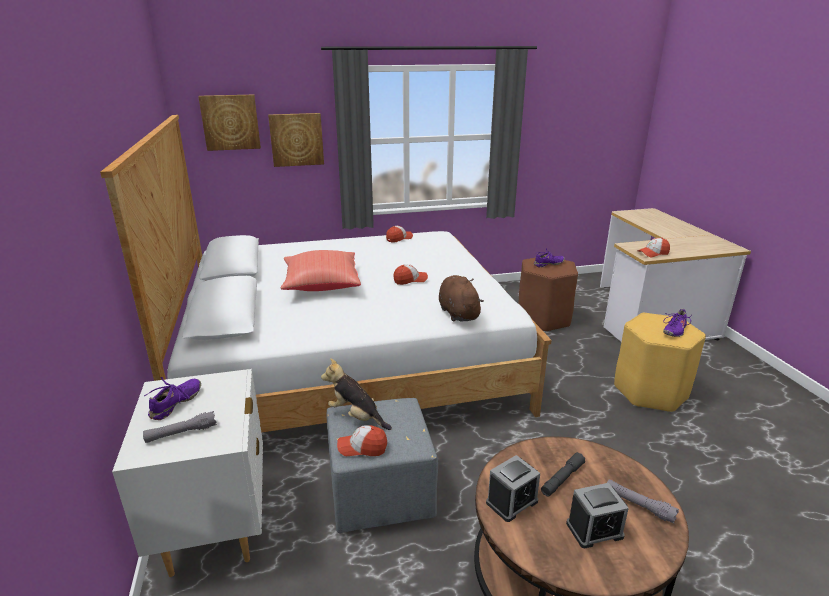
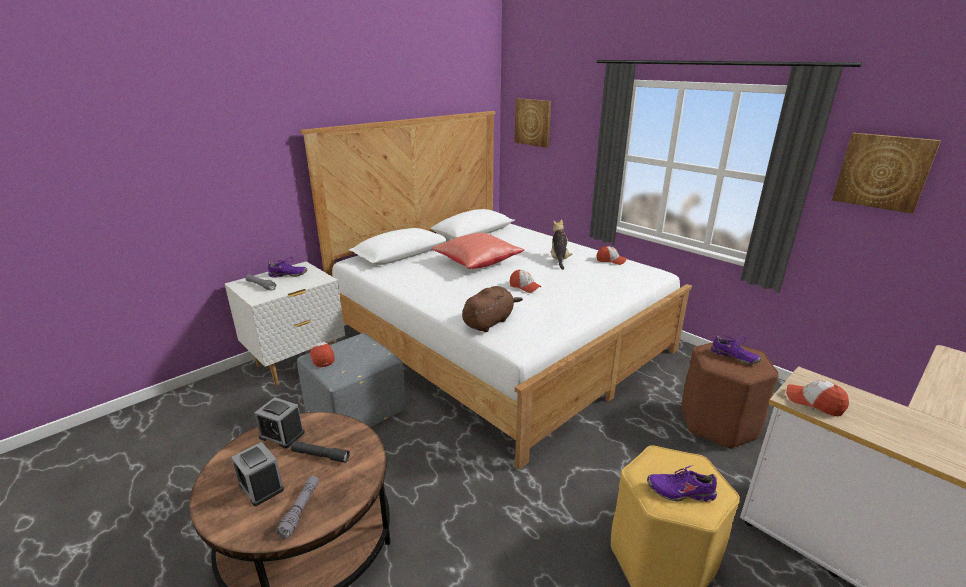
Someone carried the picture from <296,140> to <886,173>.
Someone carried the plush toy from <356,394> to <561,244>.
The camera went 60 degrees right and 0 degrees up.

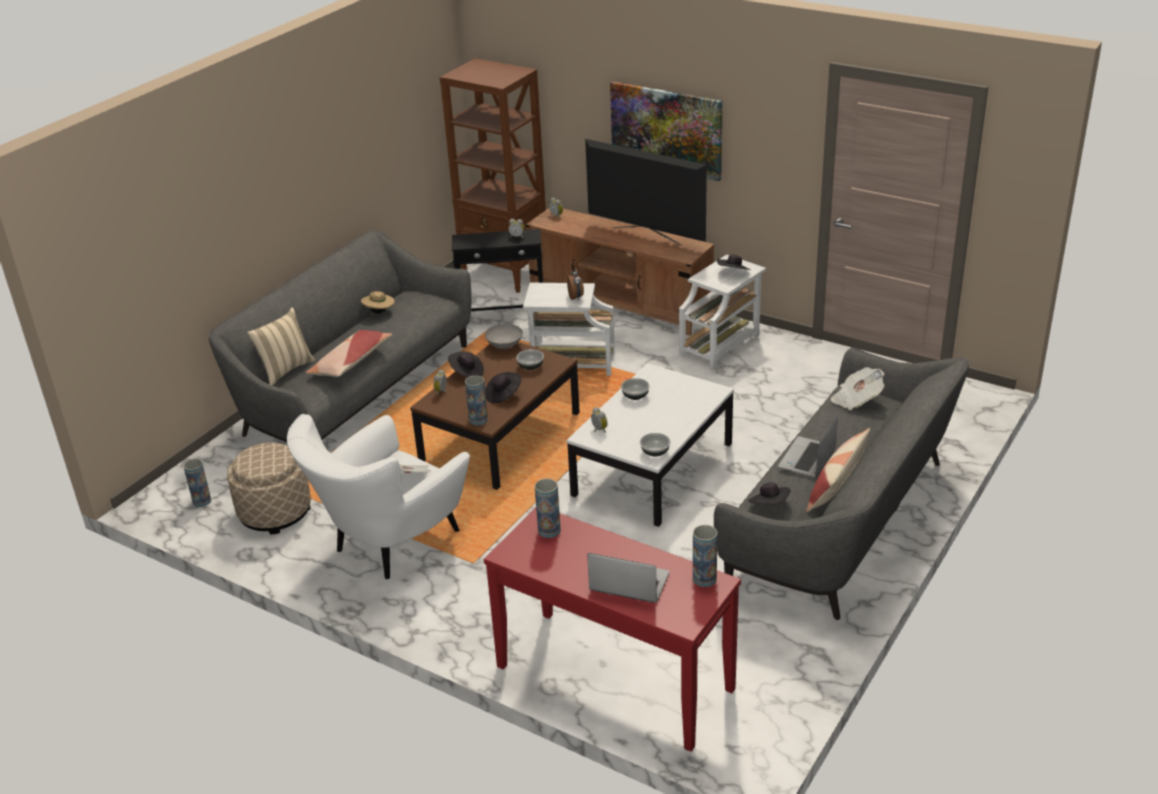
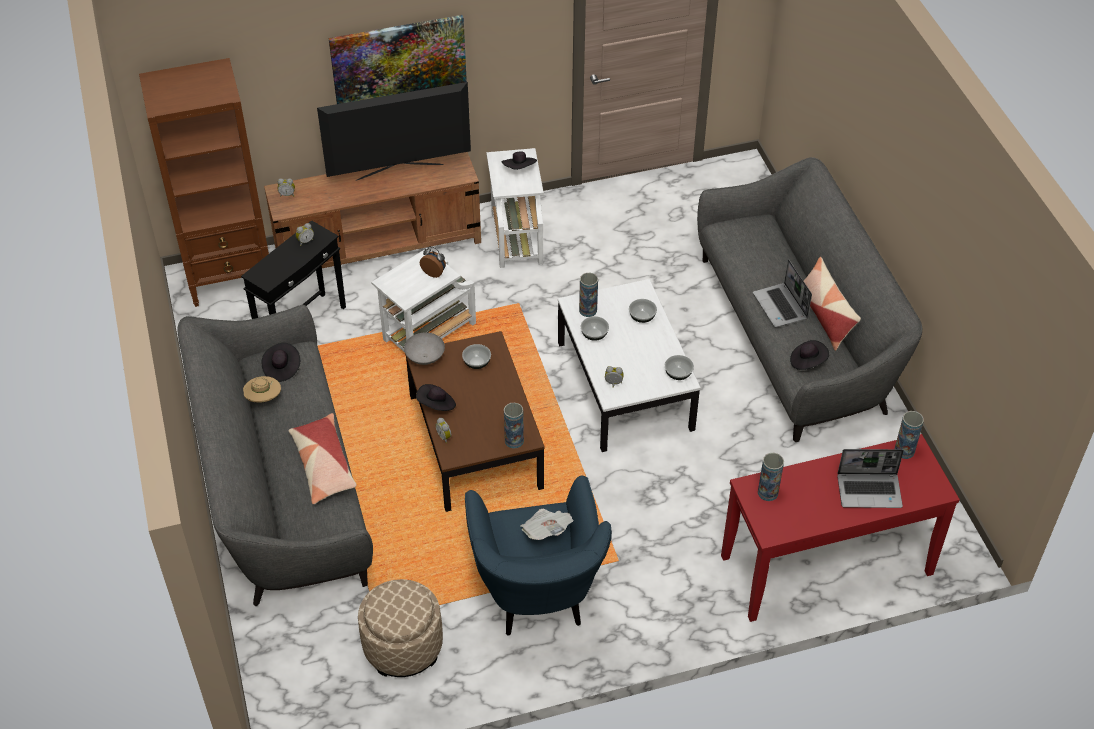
Someone took away the pillow in beige at <281,346>.
Someone took away the newspaper at <857,388>.
Someone carried the hat in black from <503,387> to <281,362>.
Someone repainted the armchair in white at <378,497>, which became the armchair in blue at <538,555>.
Someone carried the vase from <197,483> to <588,295>.
Someone rotated the laptop at <628,578> by 150 degrees counterclockwise.
Someone put down the bowl at <643,311>.
The camera went 50 degrees left and 15 degrees up.

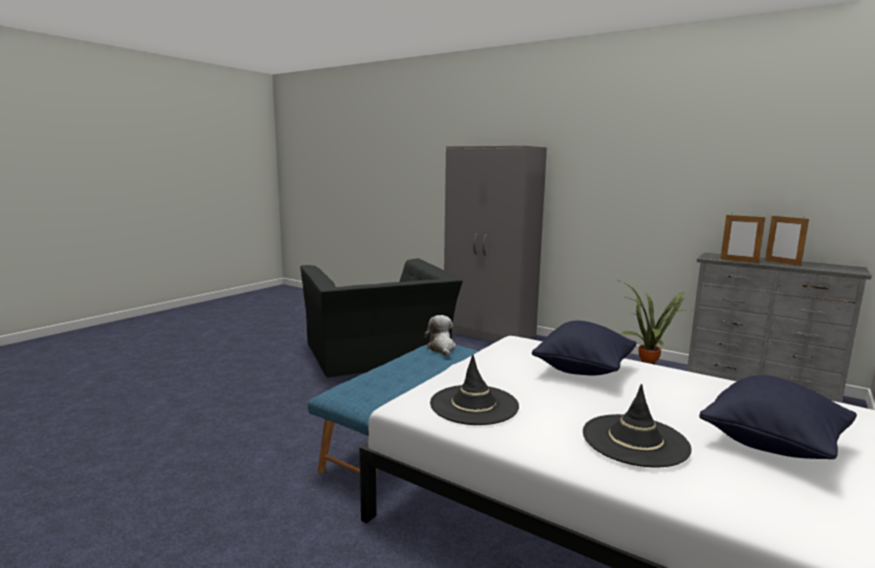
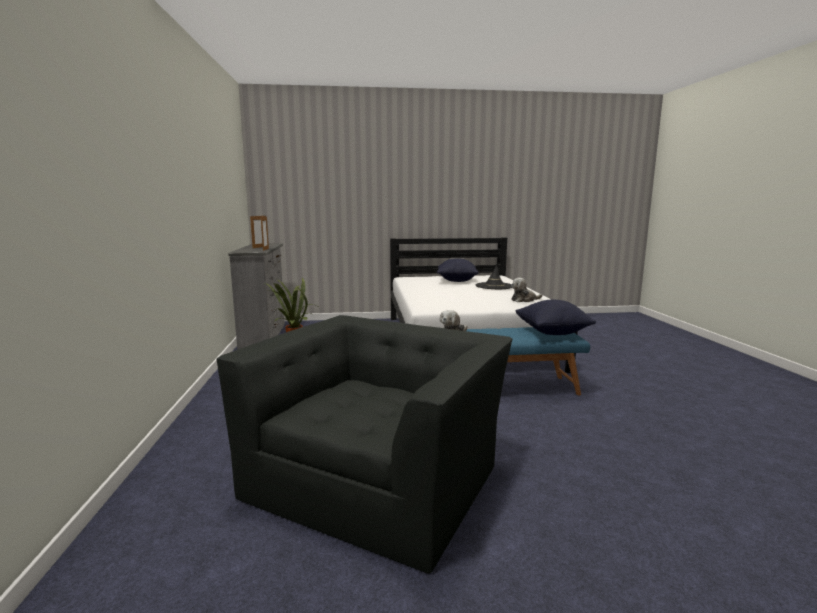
Someone took away the wardrobe in grey at <495,244>.
Someone carried the pillow in black from <584,348> to <556,317>.
Someone swapped the hat in black at <474,389> for the plush toy at <527,290>.
The camera went 130 degrees left and 0 degrees up.

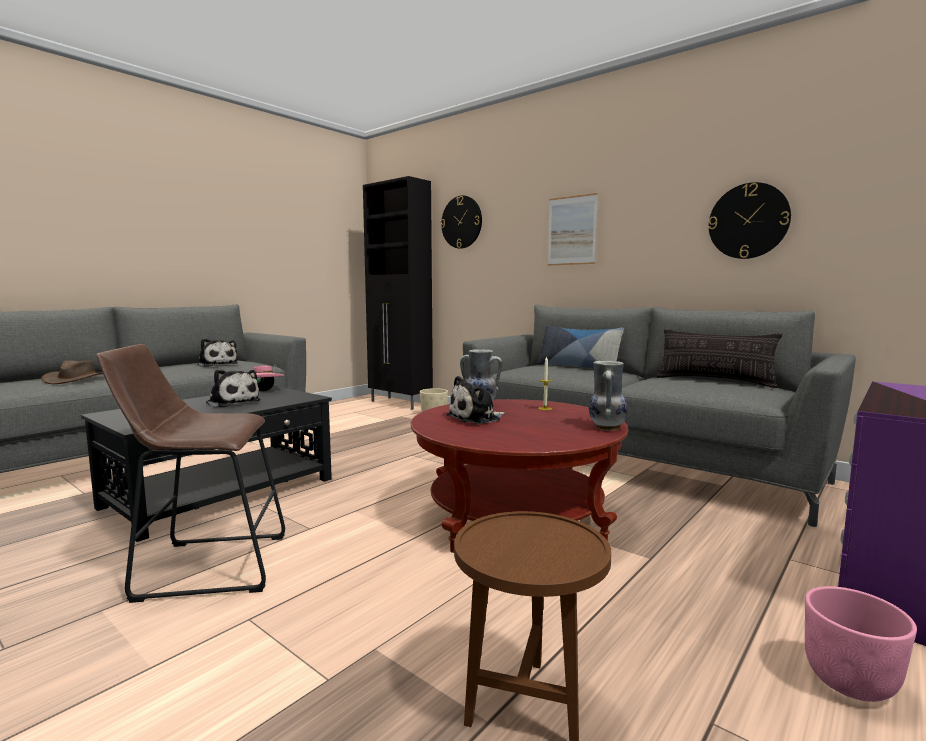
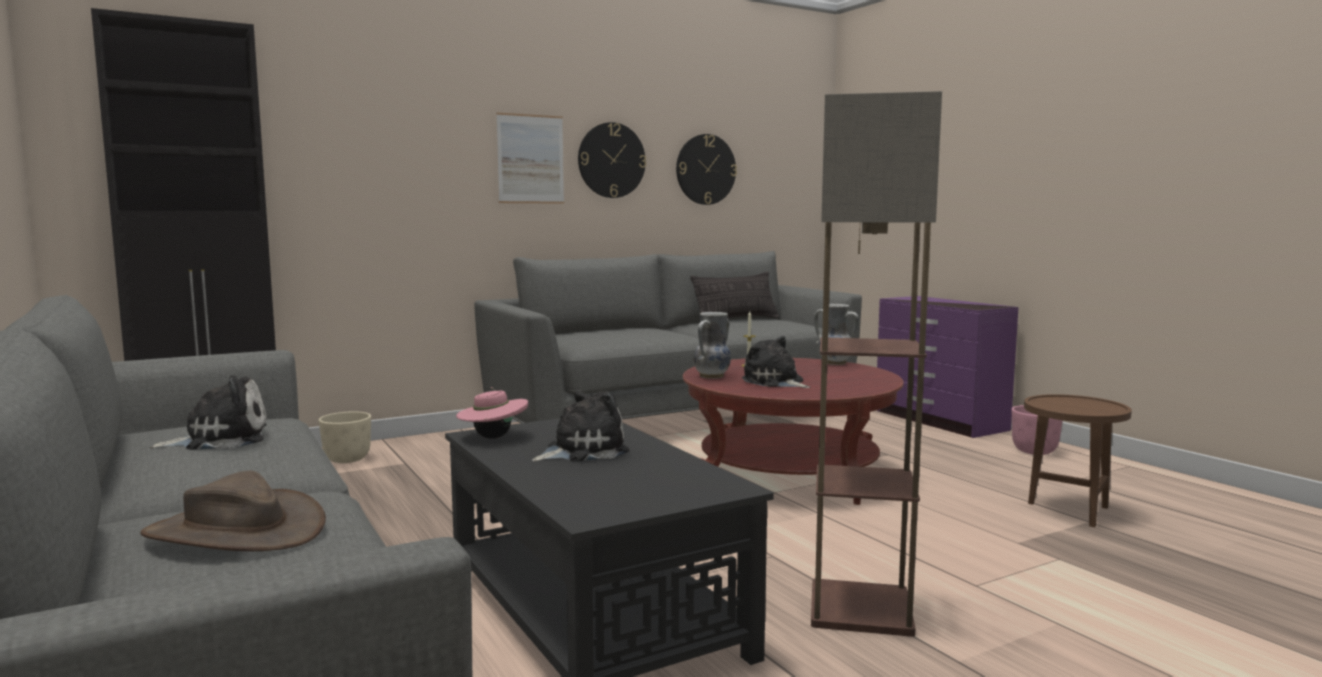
Someone carried the wall clock from <461,222> to <612,160>.
Someone took away the pillow at <580,347>.
Someone swapped the stool in brown at <190,473> for the floor lamp at <876,364>.
Someone rotated the plush toy at <475,400> by 150 degrees clockwise.
The camera went 70 degrees left and 0 degrees up.

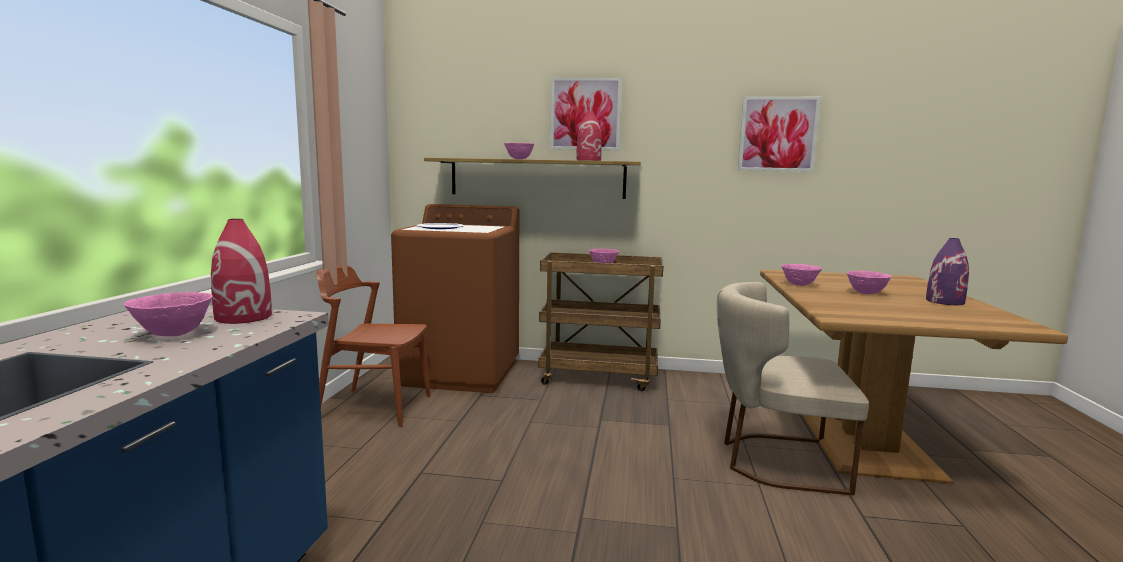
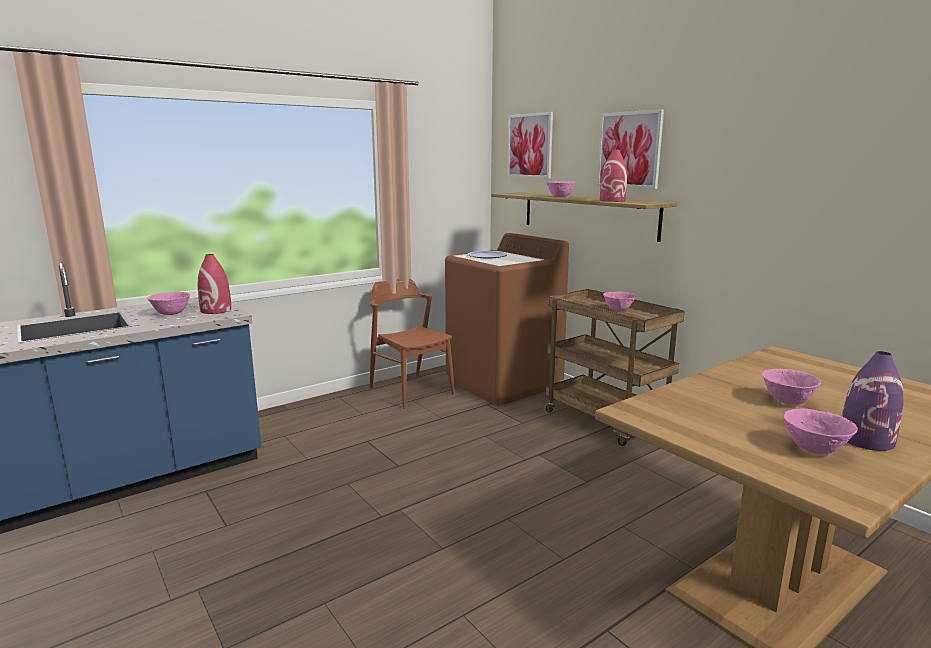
Someone carried the picture from <779,134> to <530,145>.
Someone carried the bowl in pink from <801,275> to <821,431>.
Someone took away the chair in beige at <793,388>.
The camera went 45 degrees right and 5 degrees up.

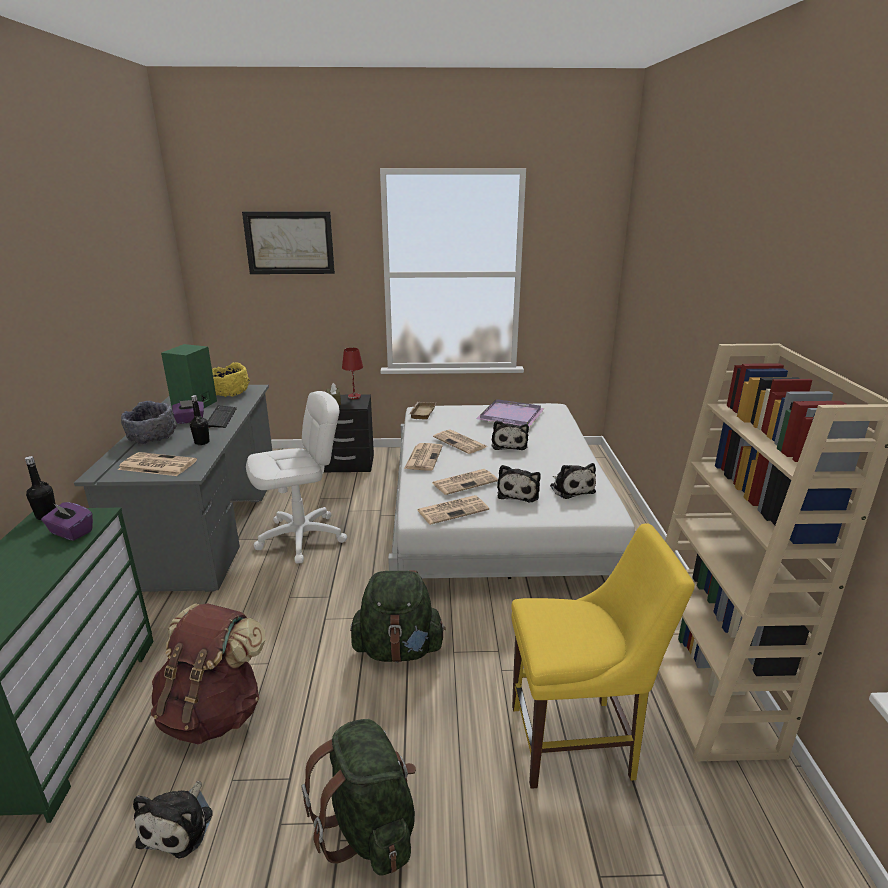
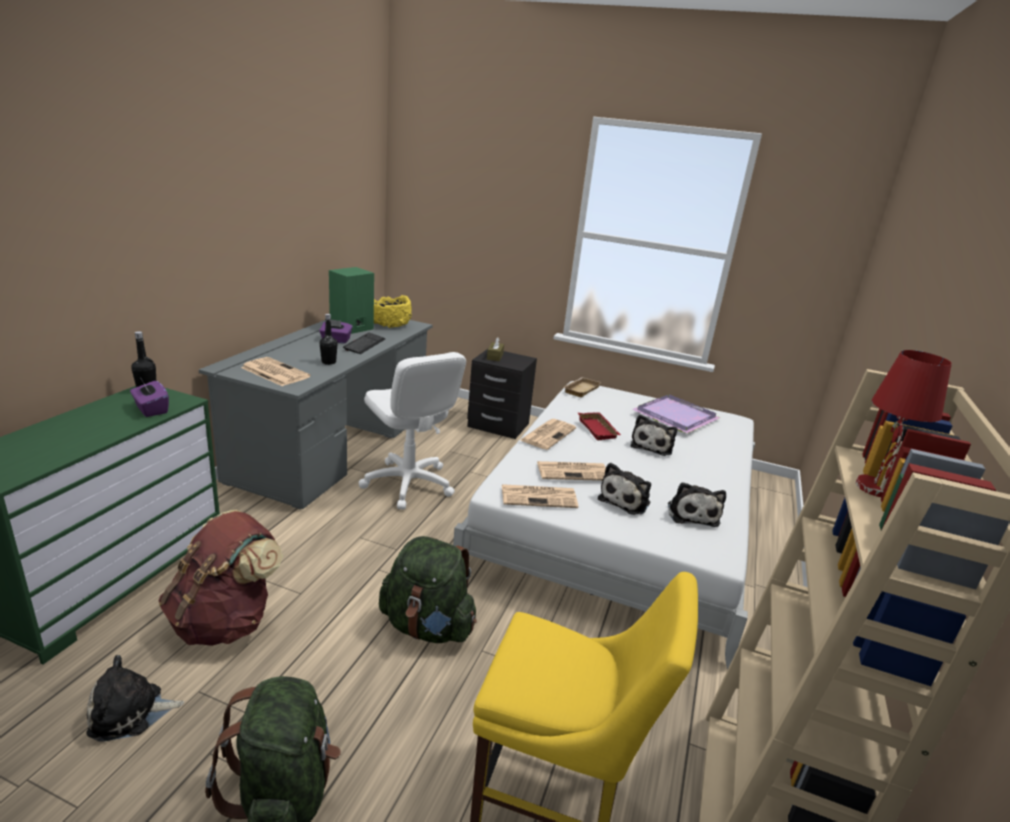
Someone took away the picture at <288,242>.
Someone carried the table lamp in red from <352,373> to <903,423>.
Someone rotated the office chair in white at <296,477> by 60 degrees clockwise.
Someone took away the bowl in grey at <149,422>.
Someone swapped the newspaper at <460,442> for the tray in red at <599,426>.
Someone rotated the plush toy at <173,819> by 45 degrees clockwise.
The camera went 20 degrees right and 0 degrees up.

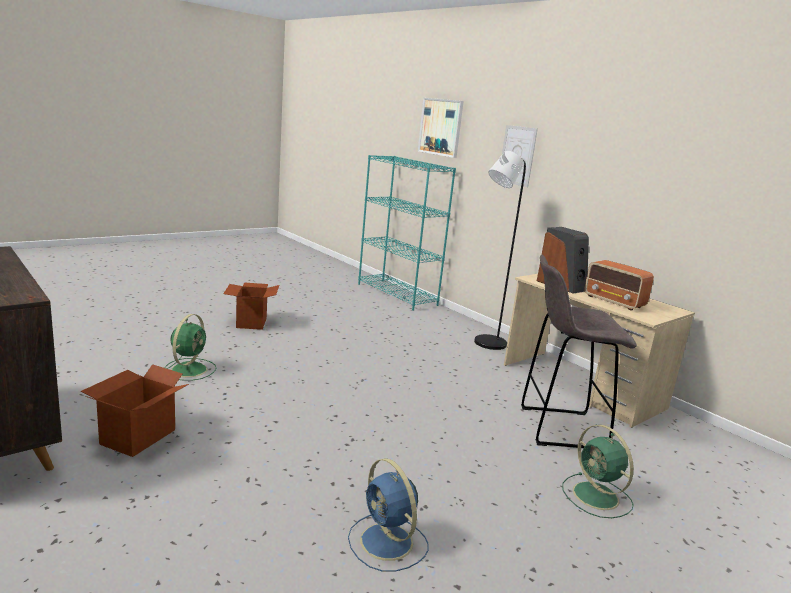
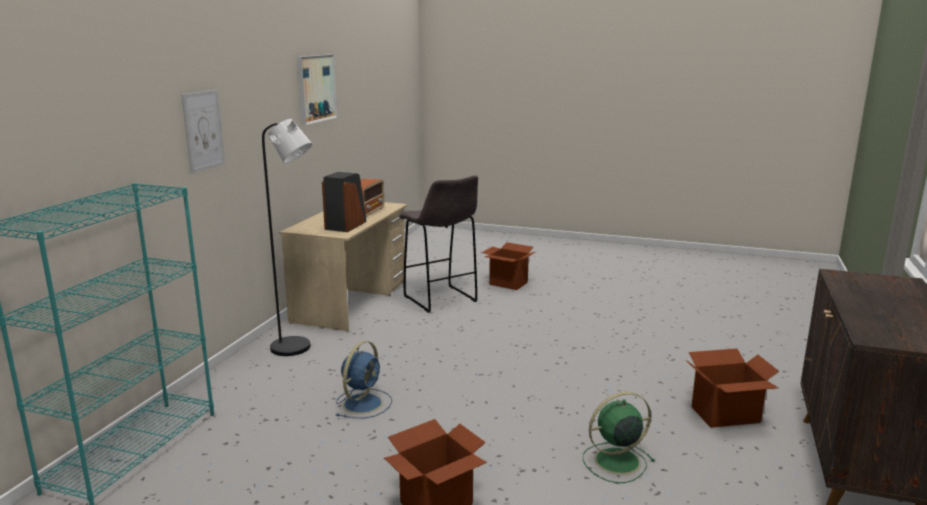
Someone carried the picture from <441,128> to <317,89>.
Someone swapped the fan in green at <598,471> for the cardboard box at <508,266>.
Someone carried the fan in blue from <388,515> to <364,380>.
The camera went 120 degrees left and 0 degrees up.

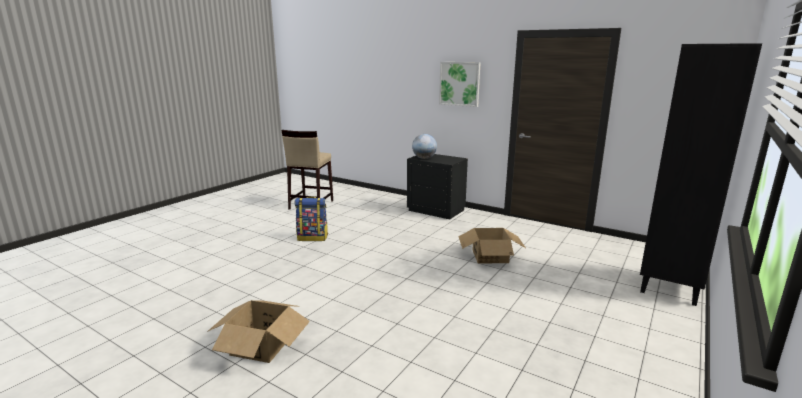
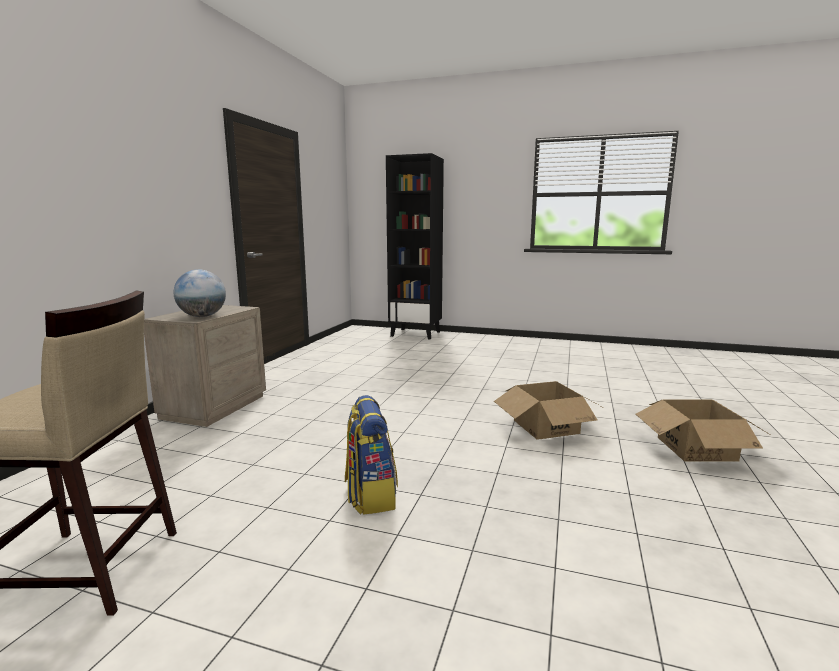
Someone took away the picture at <460,84>.
Someone repainted the nightstand in black at <437,186>, which became the nightstand in beige at <205,366>.
Someone carried the cardboard box from <492,245> to <548,410>.
The camera went 105 degrees left and 5 degrees down.

